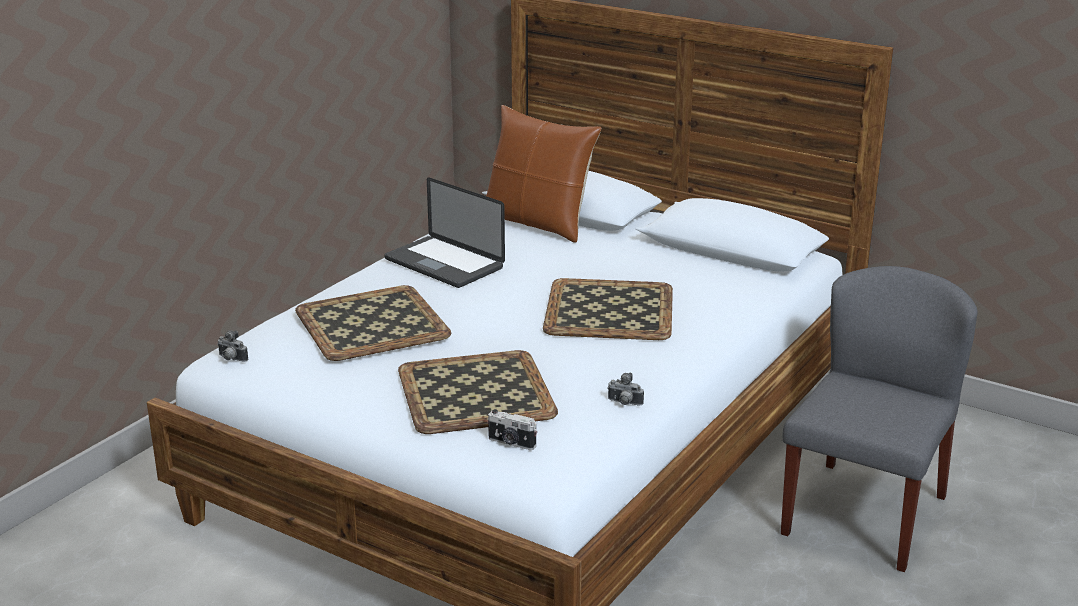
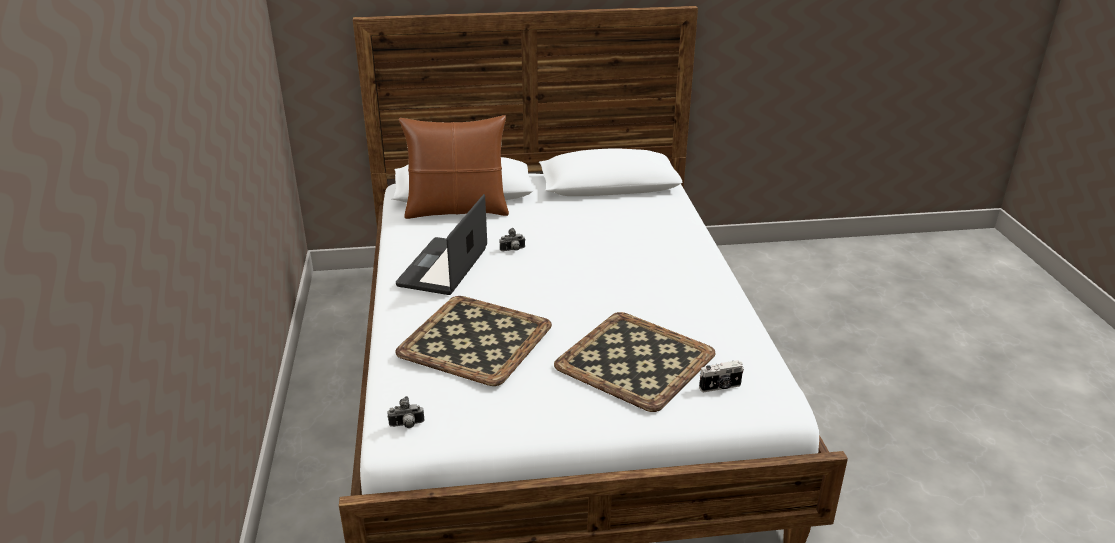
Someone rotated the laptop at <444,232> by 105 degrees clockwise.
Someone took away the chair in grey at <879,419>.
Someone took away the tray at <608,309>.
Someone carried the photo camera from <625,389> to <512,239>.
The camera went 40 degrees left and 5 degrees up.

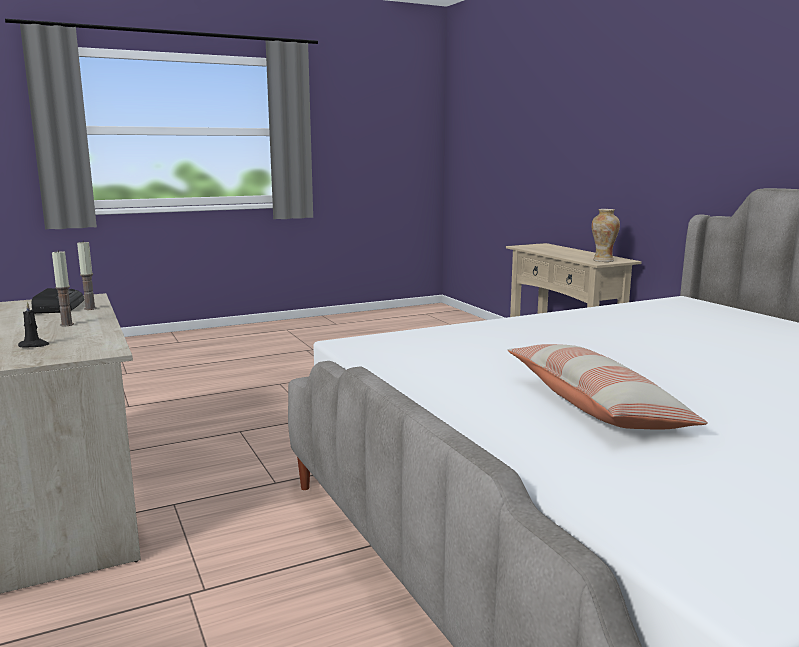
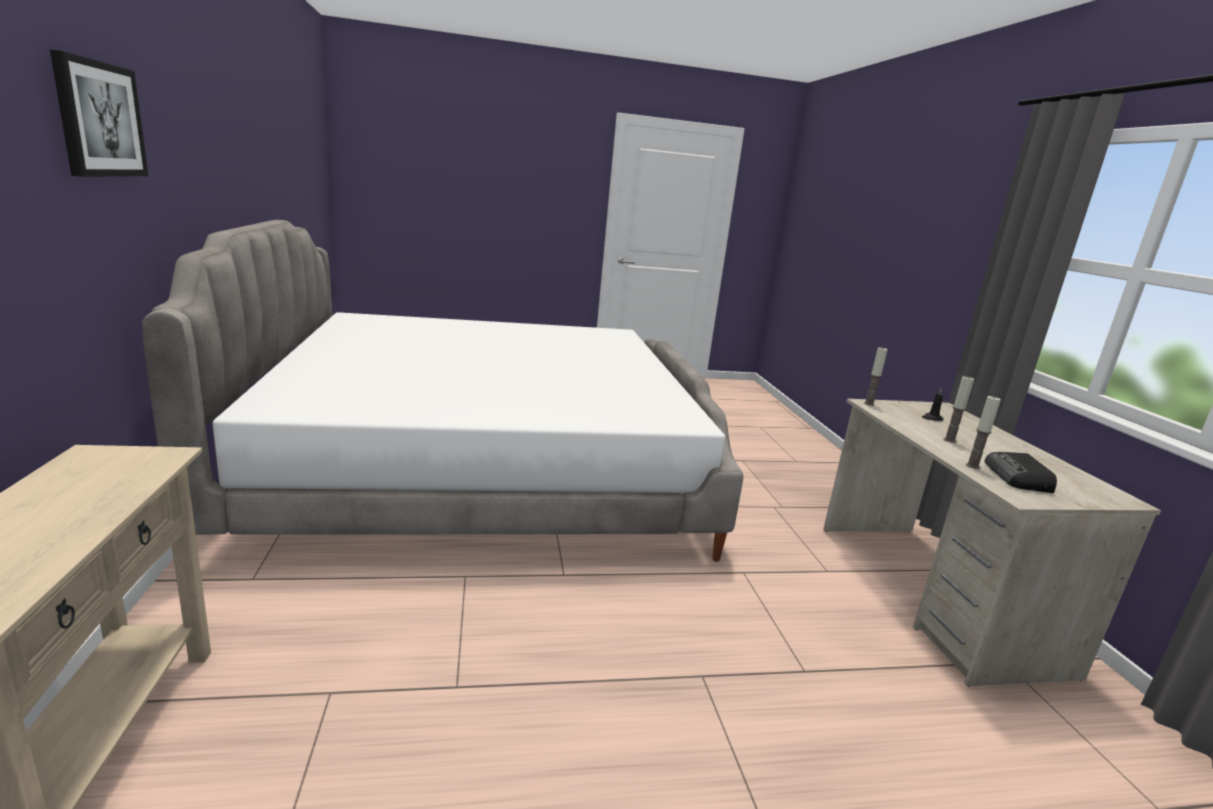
Someone took away the vase at <606,235>.
Someone took away the pillow at <608,387>.
Someone put up the picture at <99,113>.
Someone put down the candle at <876,376>.
The camera went 165 degrees left and 5 degrees up.

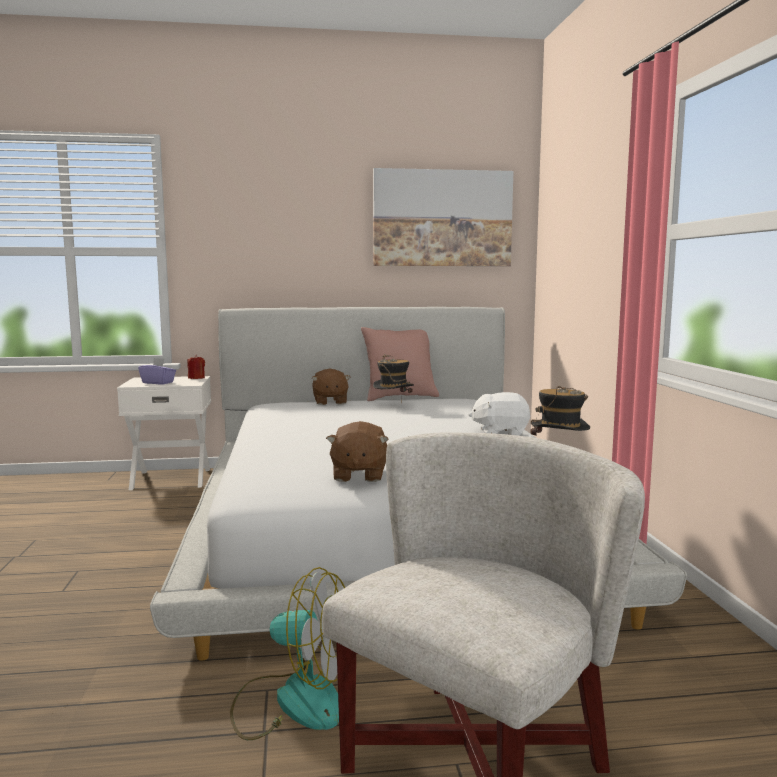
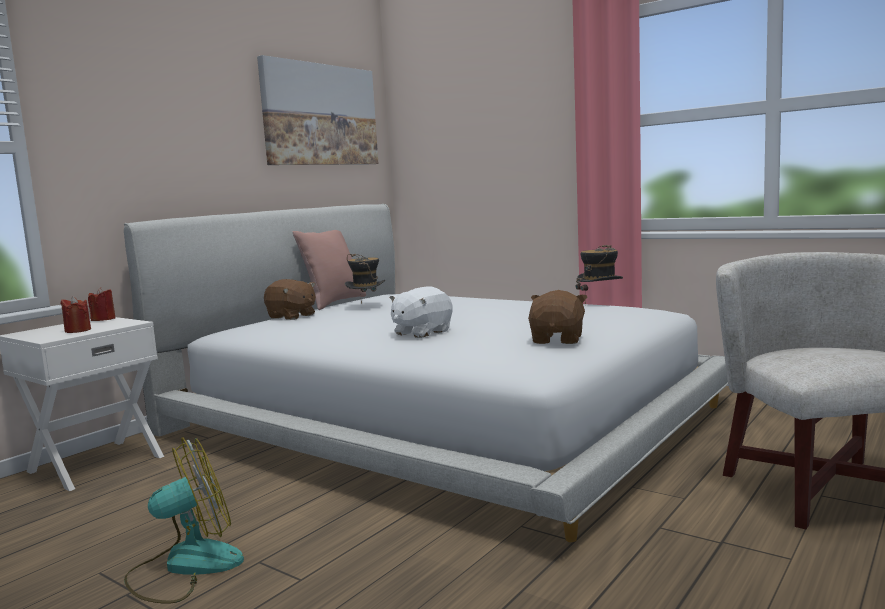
Someone swapped the tissue box in purple at <157,371> for the candle in red at <75,314>.
Someone carried the plush toy in white from <499,414> to <421,312>.
Someone rotated the plush toy in brown at <357,451> by 120 degrees counterclockwise.
Someone carried the fan from <287,653> to <184,521>.
The camera went 45 degrees left and 0 degrees up.

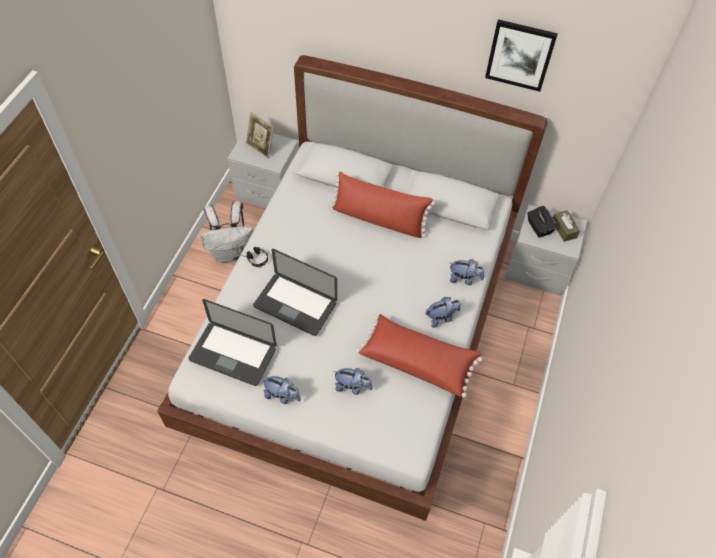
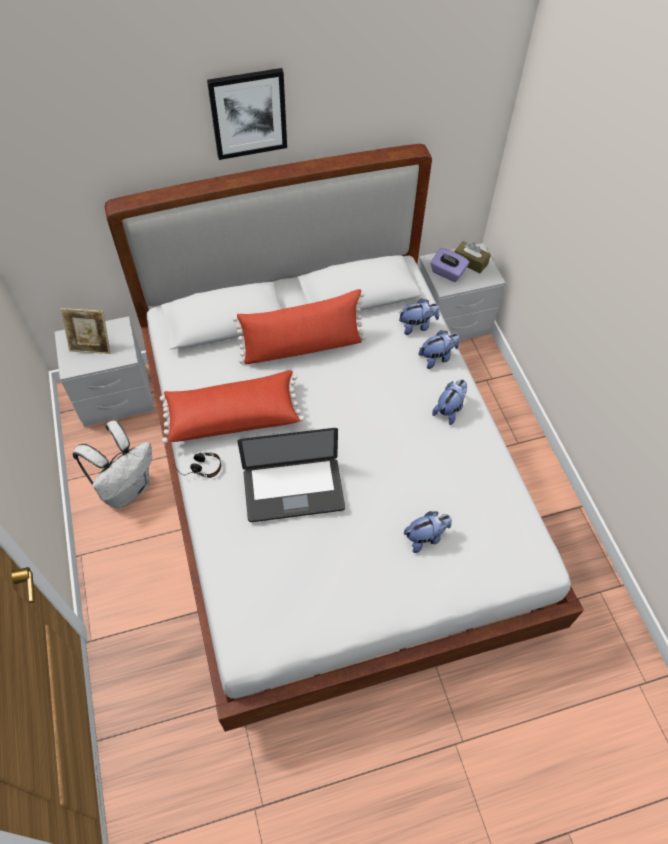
Someone carried the picture from <521,55> to <247,114>.
Someone repainted the tissue box in black at <542,222>, which became the tissue box in purple at <449,265>.
Someone took away the laptop at <233,342>.
Someone carried the pillow in red from <419,356> to <232,406>.
Someone carried the plush toy from <282,390> to <419,316>.
The camera went 35 degrees left and 0 degrees up.

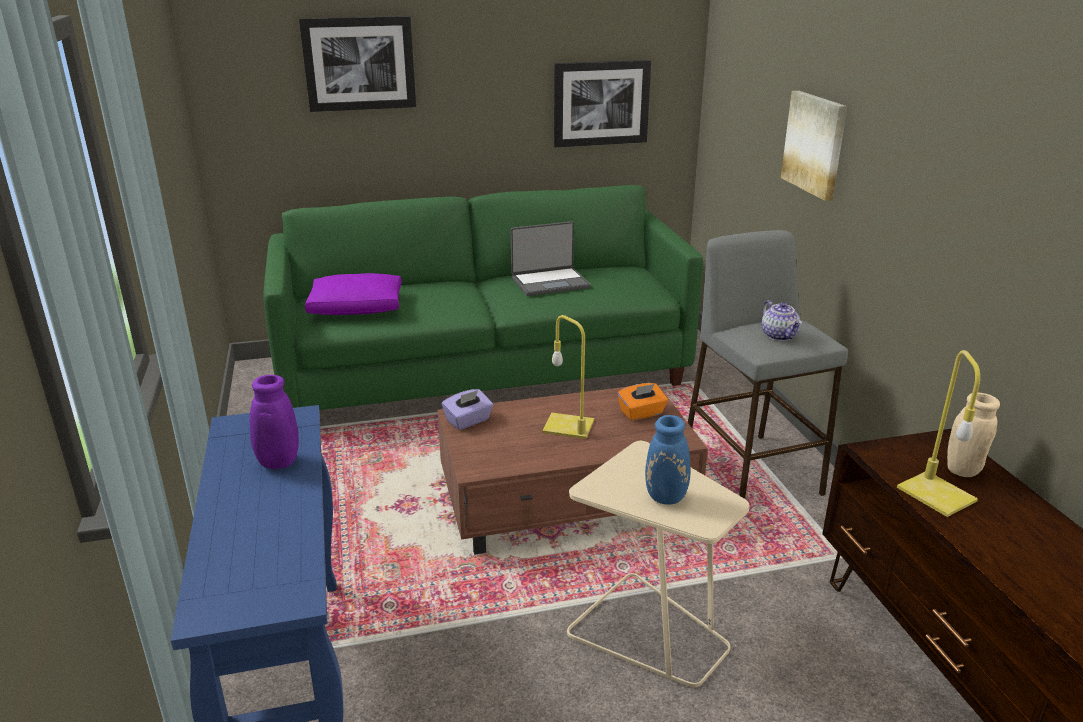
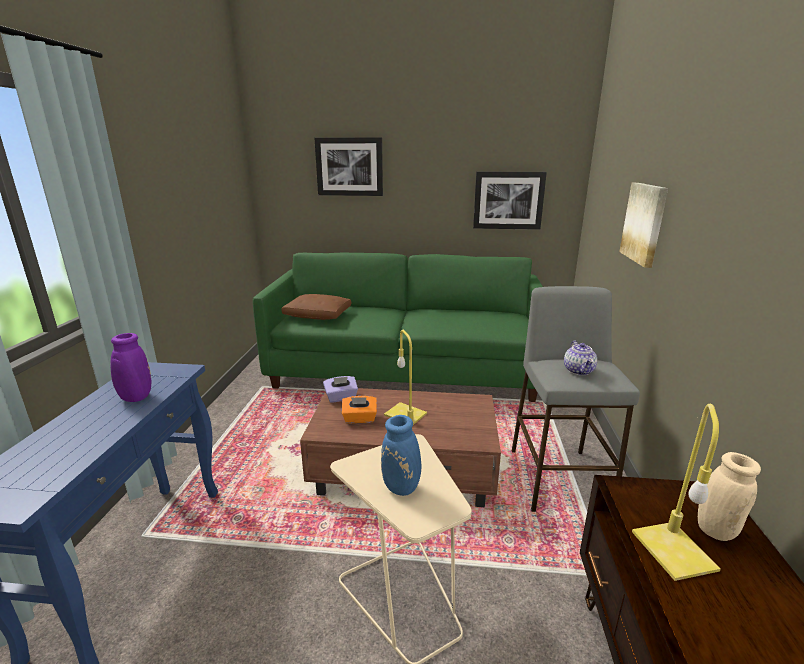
Someone took away the laptop at <551,258>.
Someone repainted the pillow in purple at <353,294>, which became the pillow in brown at <316,307>.
Someone carried the tissue box in orange from <642,402> to <359,409>.
The camera went 20 degrees right and 5 degrees down.

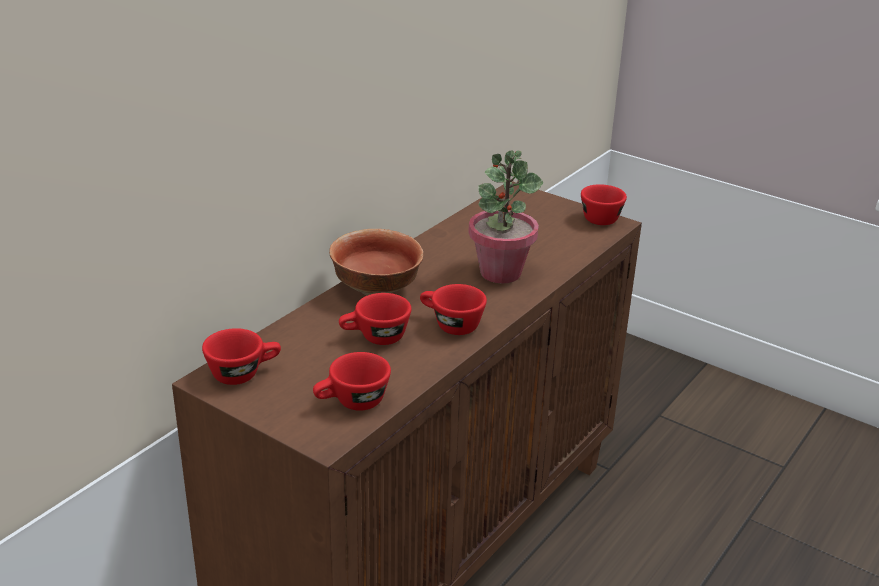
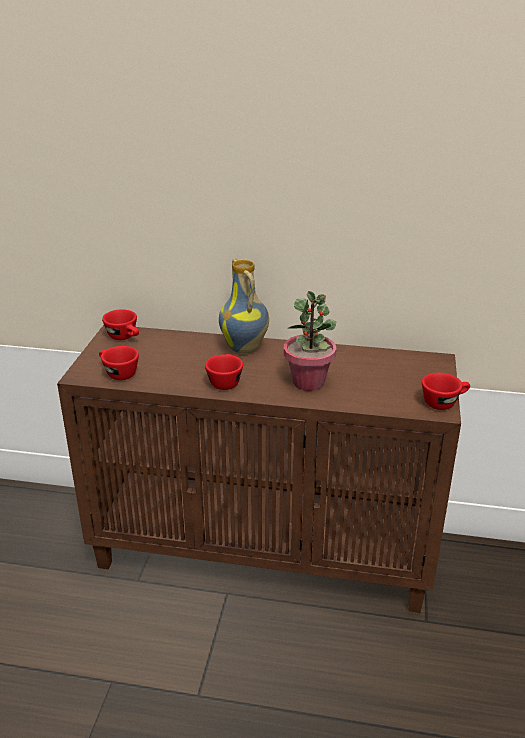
Someone swapped the bowl at <376,262> for the vase at <244,305>.
Someone took away the cup in red at <375,319>.
The camera went 65 degrees right and 0 degrees up.

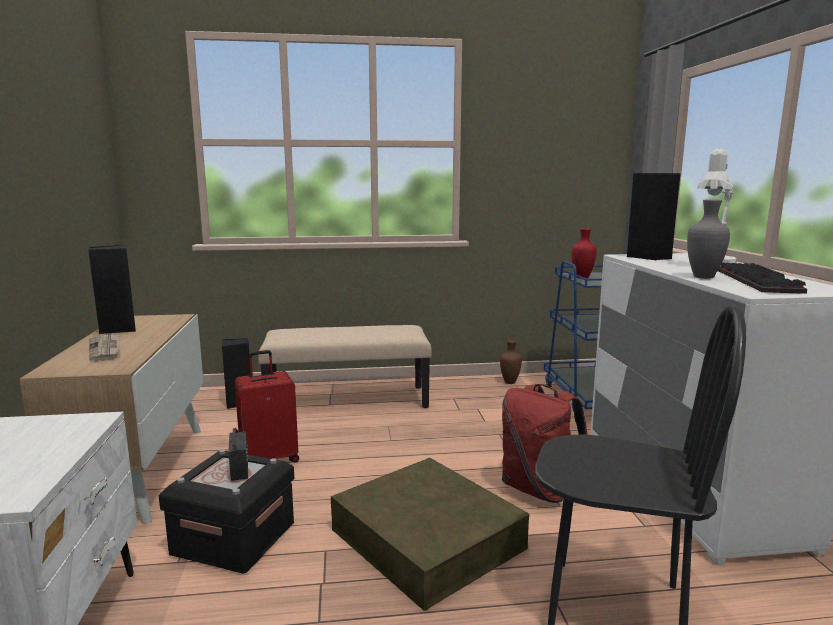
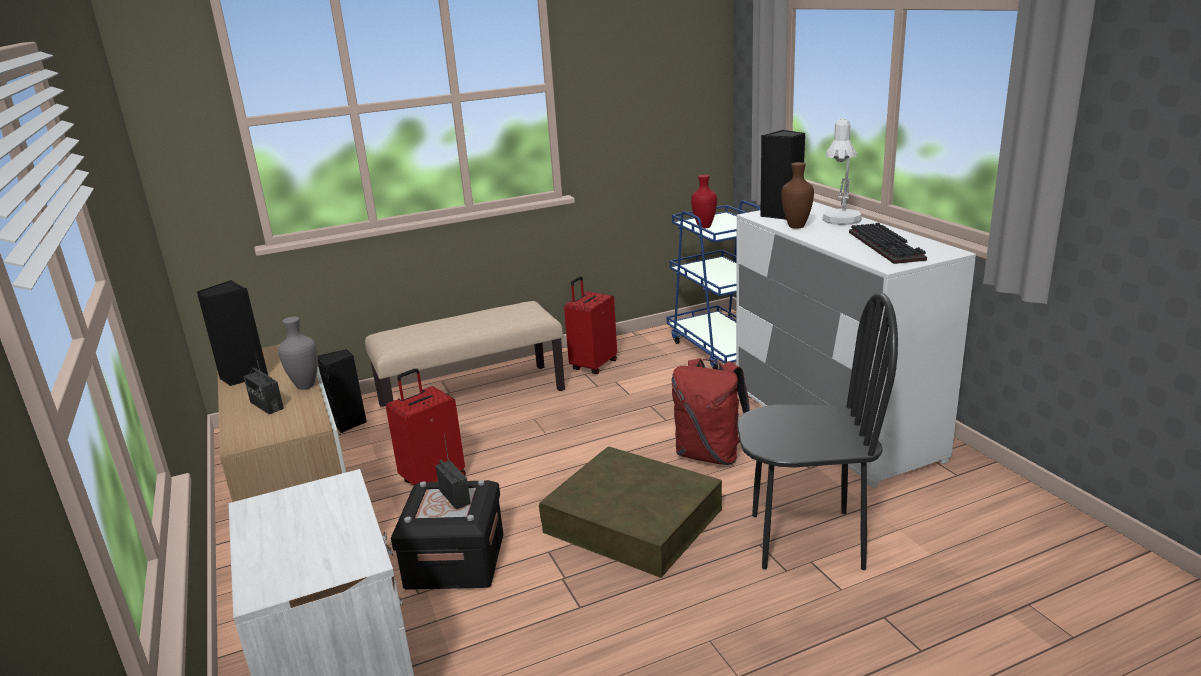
Someone carried the vase in grey from <708,239> to <298,353>.
Someone swapped the newspaper at <104,348> for the radio at <264,385>.
Someone carried the vase in brown from <511,362> to <797,195>.
Someone put down the suitcase in red at <590,325>.
The camera went 15 degrees left and 10 degrees up.

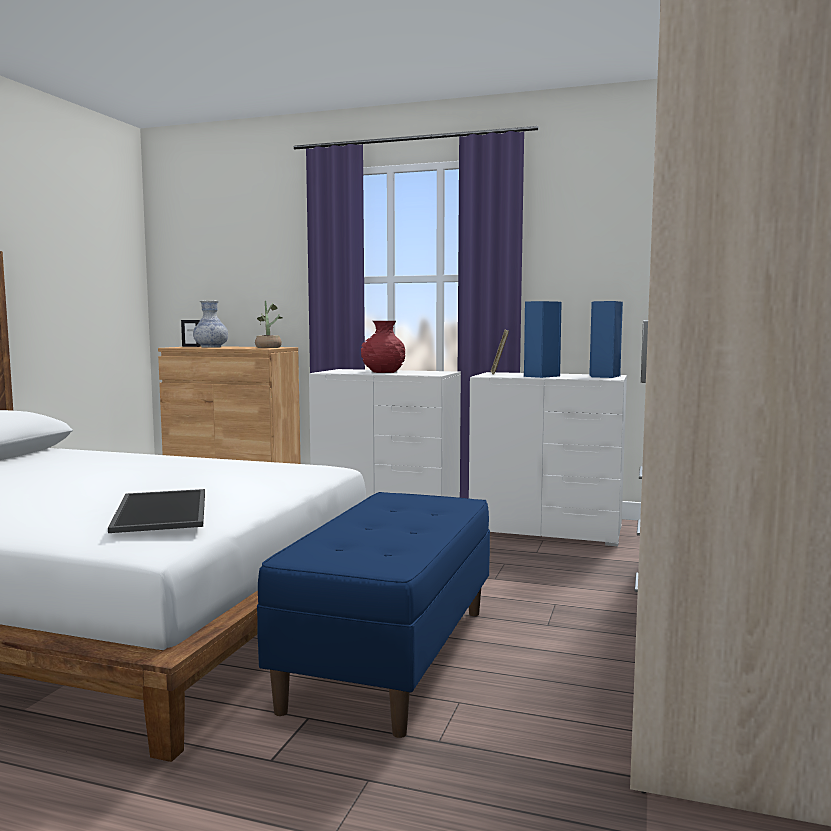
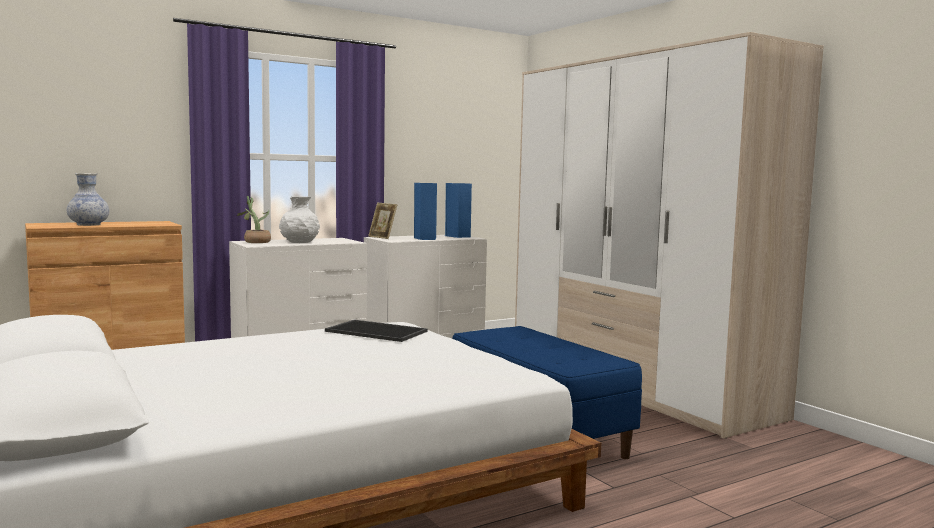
Someone carried the potted plant from <269,324> to <253,219>.
Someone took away the picture frame at <191,333>.
Someone repainted the vase in red at <383,347>, which became the vase in white at <299,219>.
Someone carried the tray from <156,511> to <376,331>.
The camera went 50 degrees left and 0 degrees up.

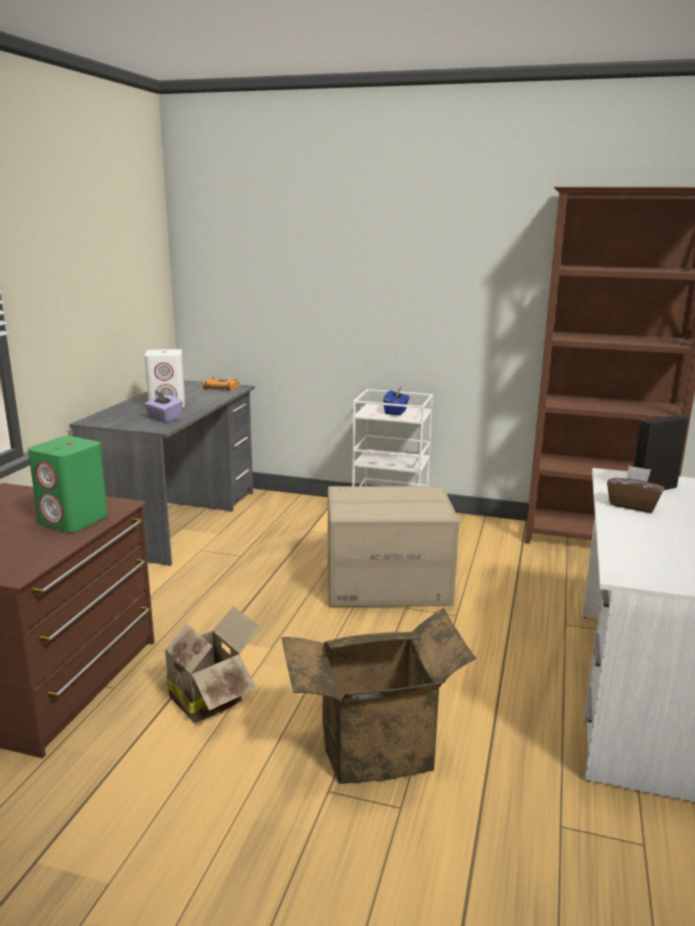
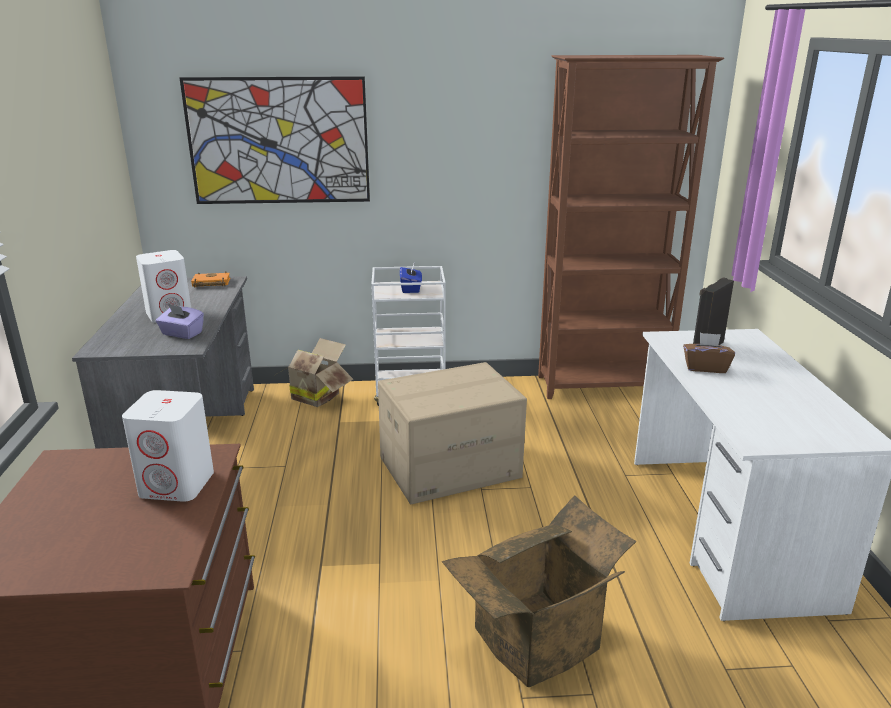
Someone repainted the speaker in green at <68,484>, which became the speaker in white at <168,446>.
Someone carried the cardboard box from <206,664> to <314,372>.
Someone put up the picture at <274,140>.
The camera went 20 degrees left and 5 degrees up.

